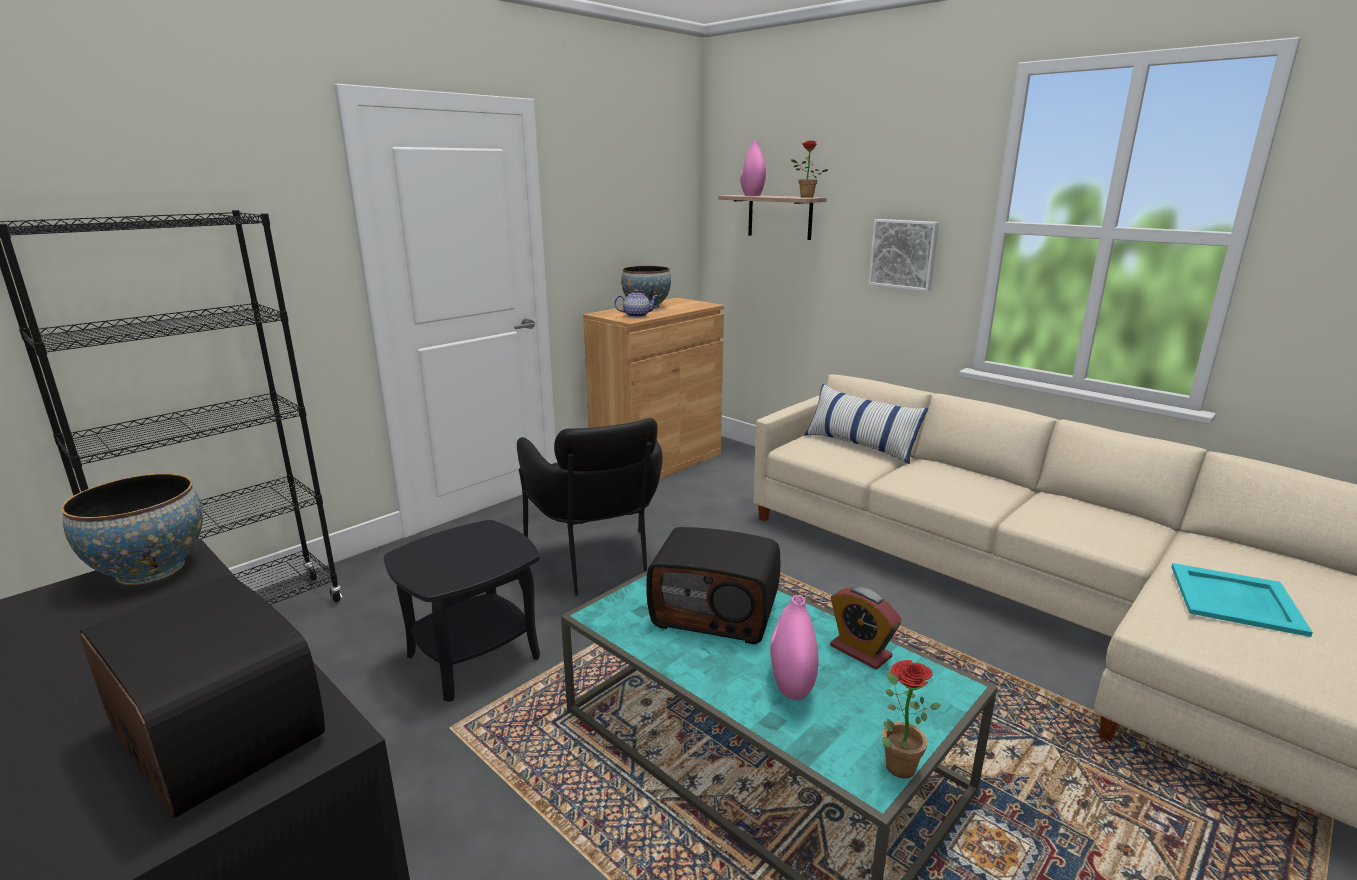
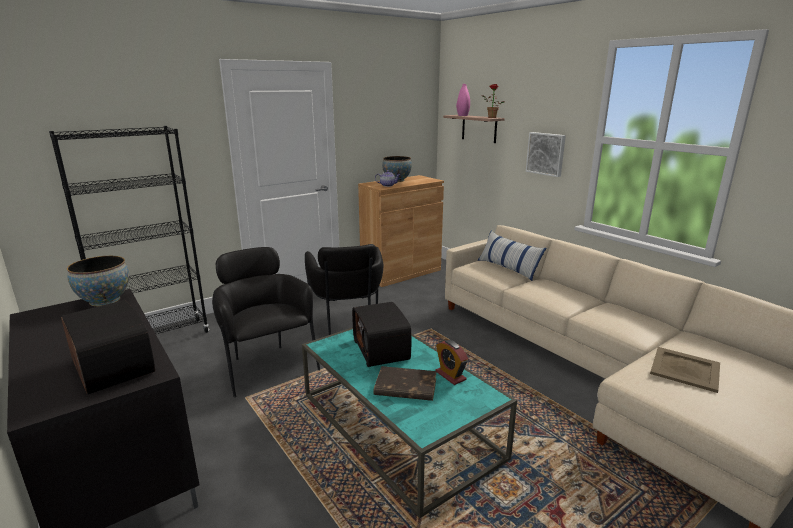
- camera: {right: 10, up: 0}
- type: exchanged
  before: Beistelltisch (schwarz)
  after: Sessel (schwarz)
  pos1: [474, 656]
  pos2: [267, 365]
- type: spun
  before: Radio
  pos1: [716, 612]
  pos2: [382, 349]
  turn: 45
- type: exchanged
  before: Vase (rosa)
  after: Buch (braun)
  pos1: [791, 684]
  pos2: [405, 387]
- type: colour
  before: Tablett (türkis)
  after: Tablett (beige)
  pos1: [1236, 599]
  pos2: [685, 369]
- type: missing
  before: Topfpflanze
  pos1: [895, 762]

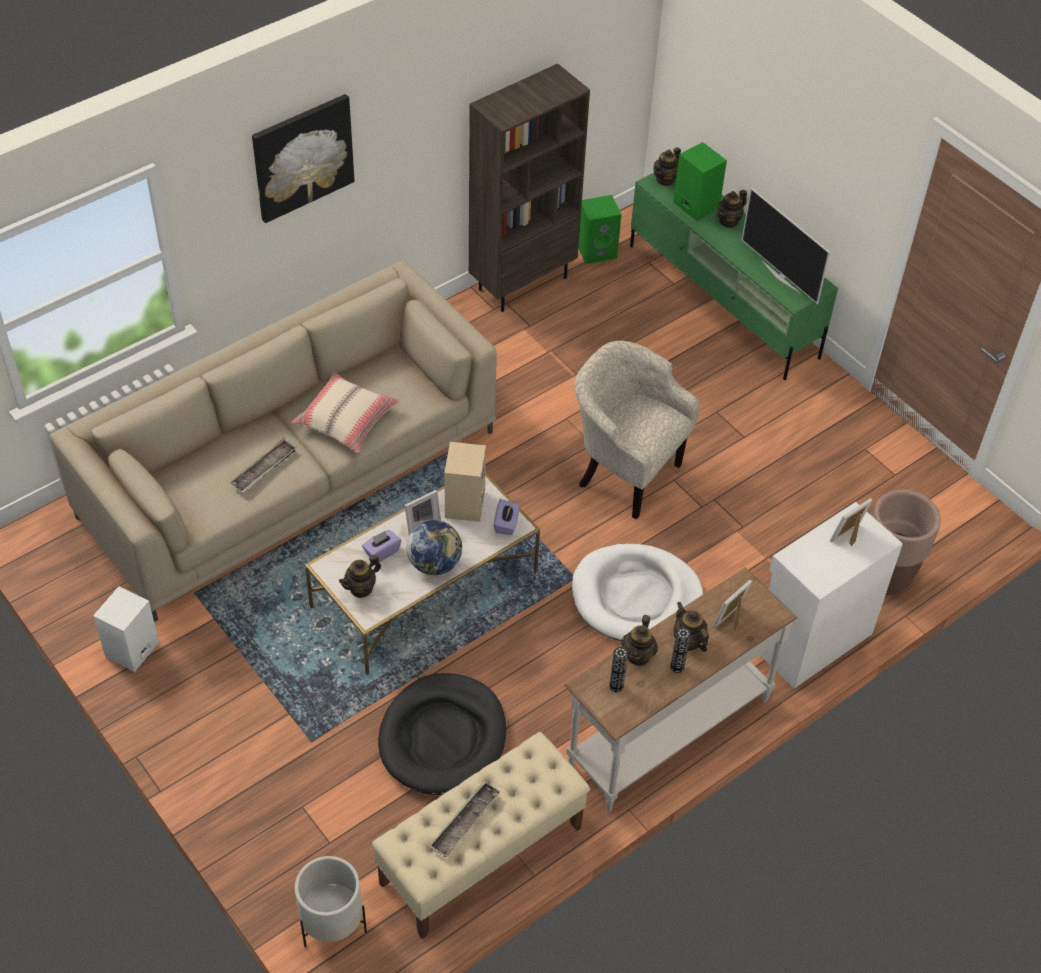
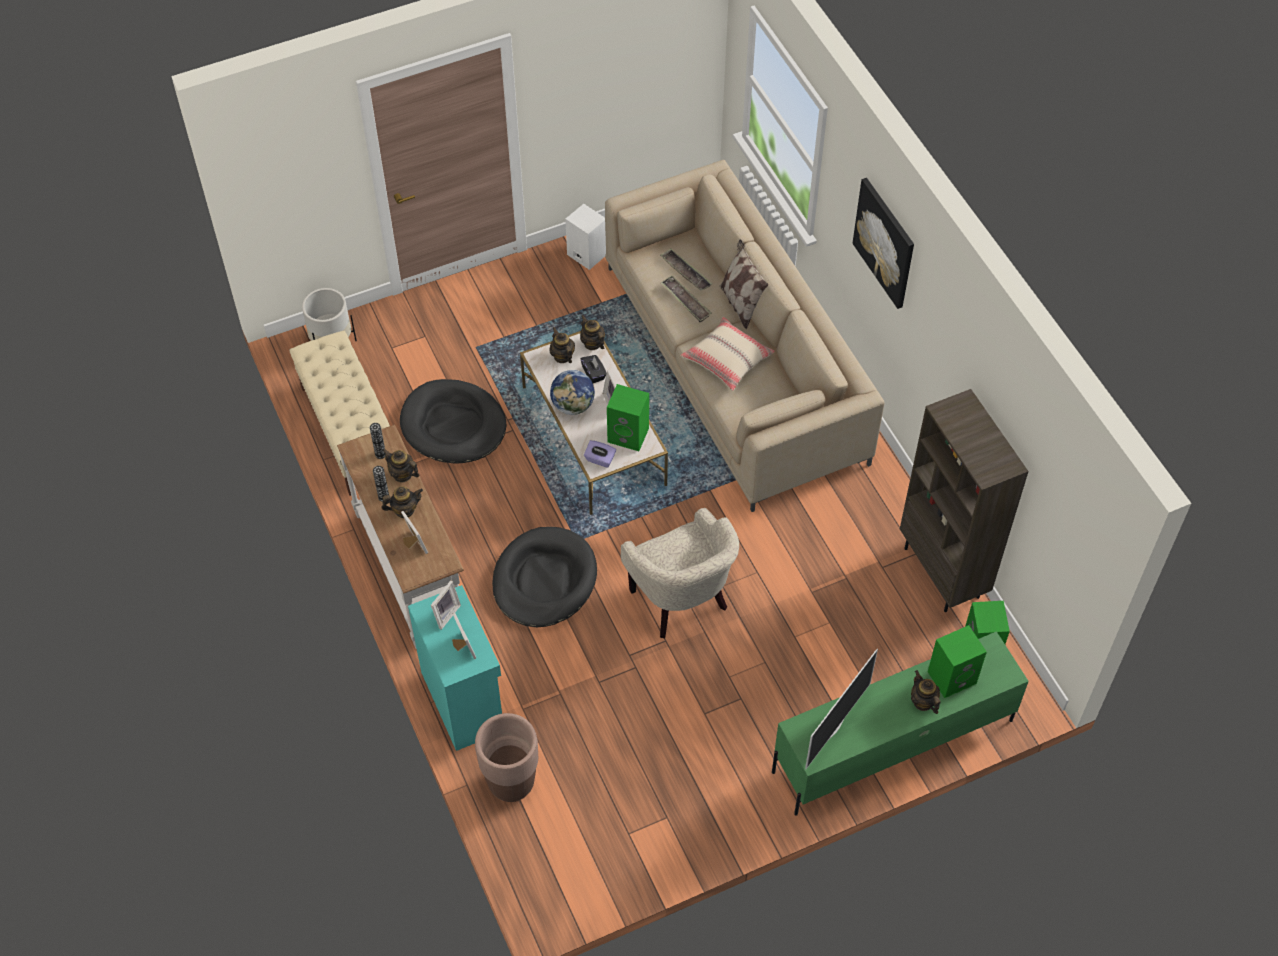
- camera: {right: 105, up: 5}
- type: colour
  before: Schrank (weiß)
  after: Schrank (türkis)
  pos1: [811, 640]
  pos2: [463, 700]
- type: appeared
  after: Bilderrahmen
  pos2: [445, 614]
- type: colour
  before: Hundebett (weiß)
  after: Hundebett (schwarz)
  pos1: [636, 598]
  pos2: [544, 580]
- type: relocated
  before: Teekanne
  pos1: [665, 179]
  pos2: [592, 343]
- type: colour
  before: Taschentuchbox (lila)
  after: Taschentuchbox (schwarz)
  pos1: [382, 552]
  pos2: [594, 374]
- type: colour
  before: Lautsprecher (beige)
  after: Lautsprecher (grün)
  pos1: [464, 503]
  pos2: [629, 435]
- type: spun
  before: Sessel (beige)
  pos1: [624, 473]
  pos2: [682, 603]
  turn: 105
- type: relocated
  before: Tablett
  pos1: [465, 822]
  pos2: [686, 272]
- type: appeared
  after: Kissen
  pos2: [741, 303]
- type: spun
  before: Fernseher
  pos1: [781, 276]
  pos2: [832, 727]
  turn: 150

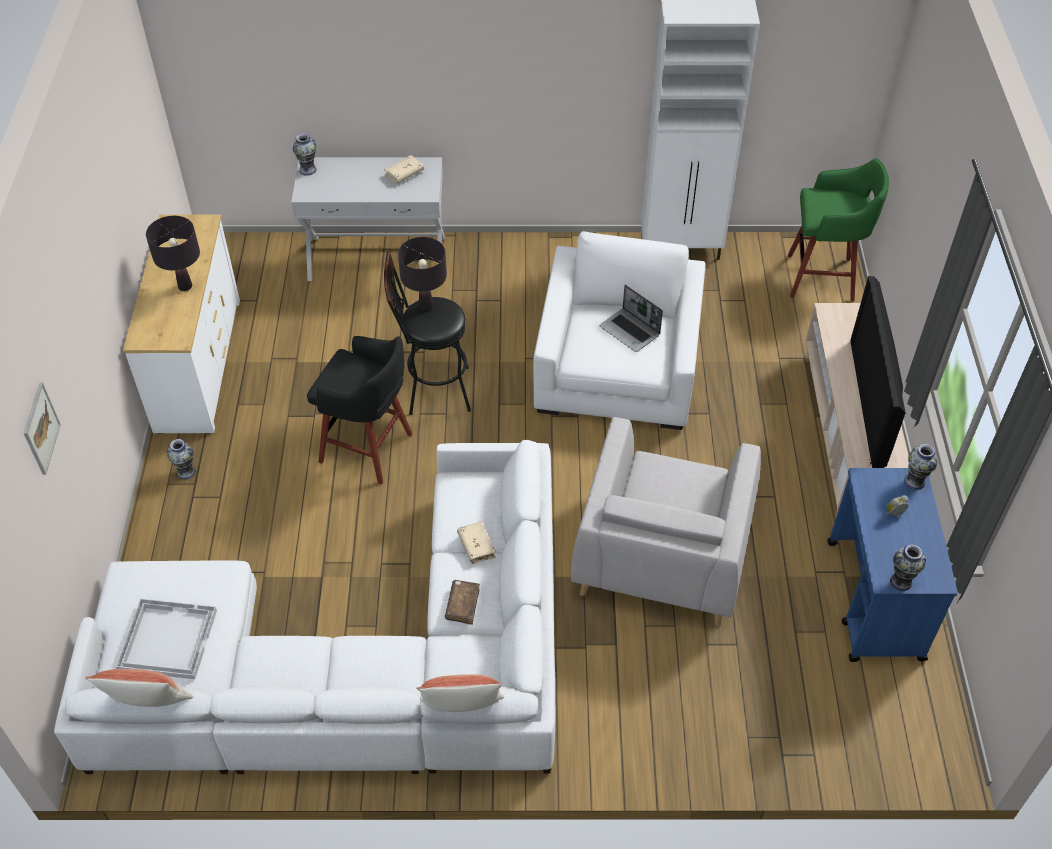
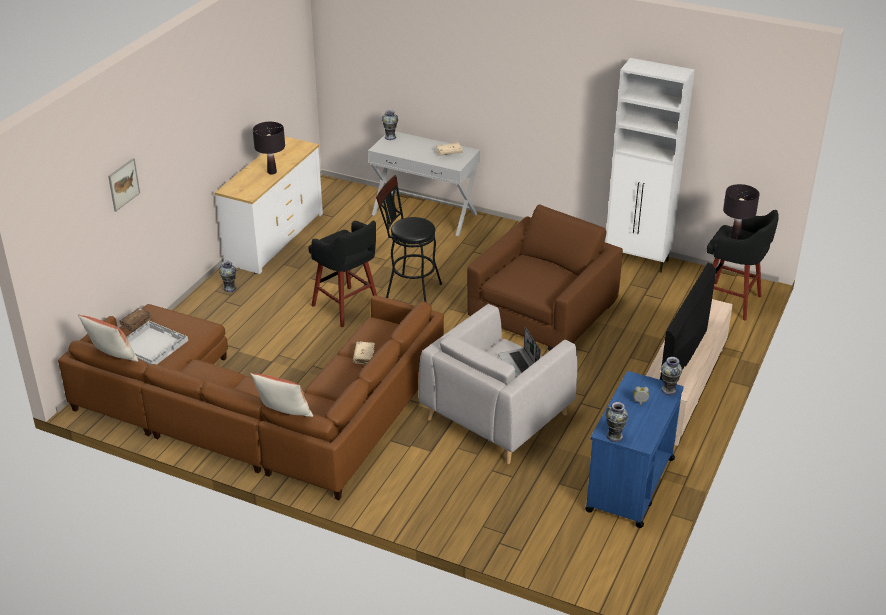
- camera: {right: 25, up: -15}
- type: colour
  before: Sofa (weiß)
  after: Sofa (braun)
  pos1: [353, 664]
  pos2: [259, 409]
- type: relocated
  before: Buch (braun)
  pos1: [462, 605]
  pos2: [136, 322]
- type: colour
  before: Sessel (weiß)
  after: Sessel (braun)
  pos1: [618, 367]
  pos2: [543, 311]
- type: relocated
  before: Laptop
  pos1: [630, 331]
  pos2: [519, 364]
- type: colour
  before: Hocker (grün)
  after: Hocker (schwarz)
  pos1: [823, 278]
  pos2: [732, 302]
- type: relocated
  before: Tischlampe (schwarz)
  pos1: [426, 306]
  pos2: [735, 237]

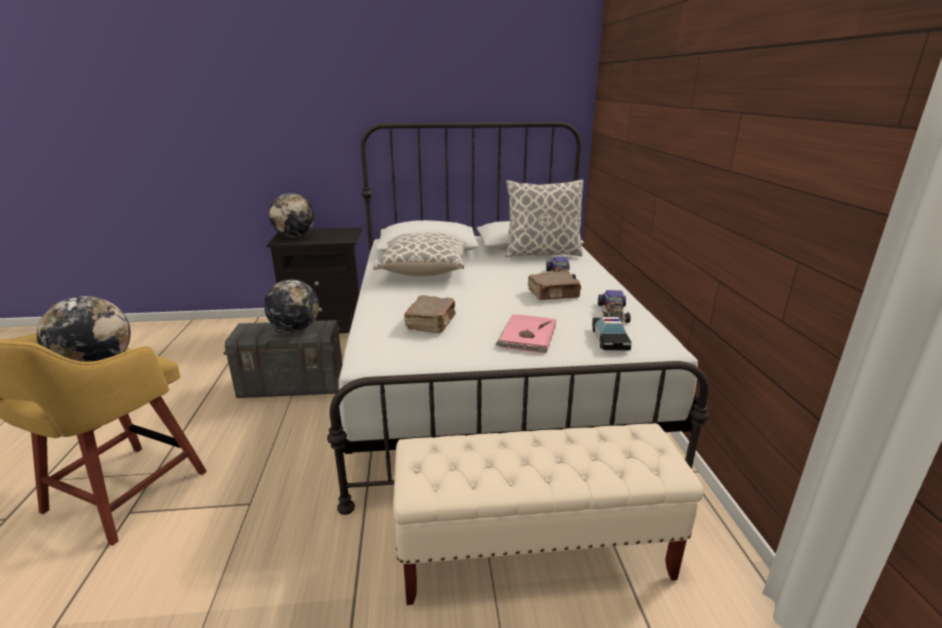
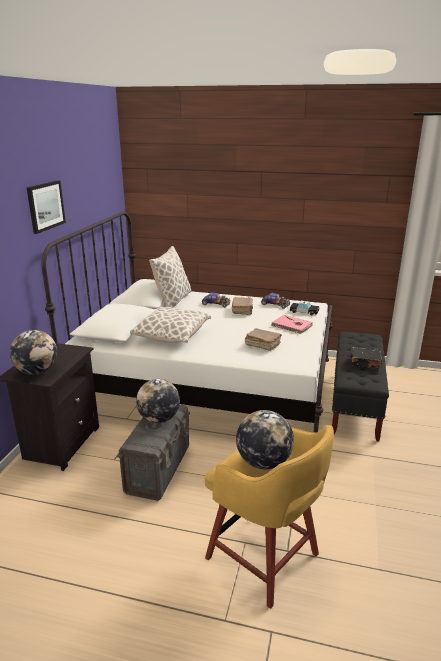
- camera: {right: -70, up: 0}
- type: appeared
  after: Bild
  pos2: [45, 206]
- type: colour
  before: Bank (beige)
  after: Bank (schwarz)
  pos1: [535, 551]
  pos2: [355, 404]
- type: appeared
  after: Buch (schwarz)
  pos2: [365, 363]

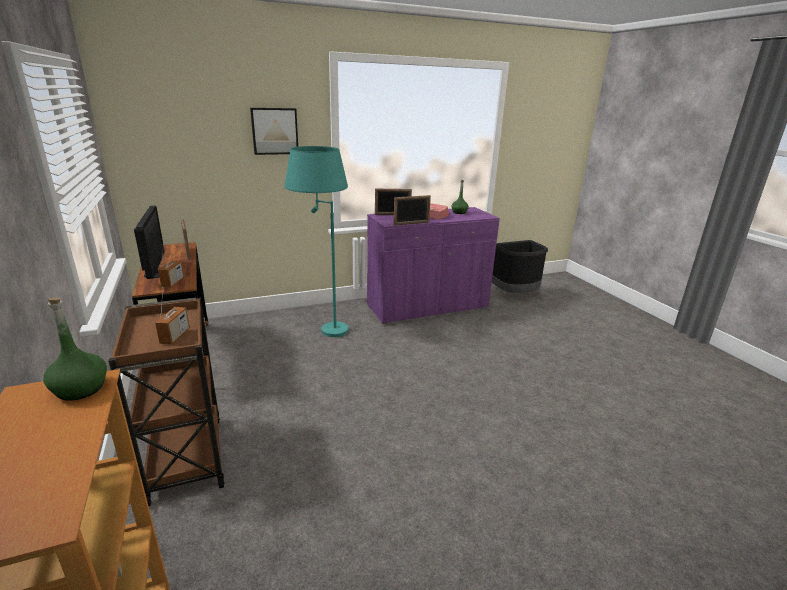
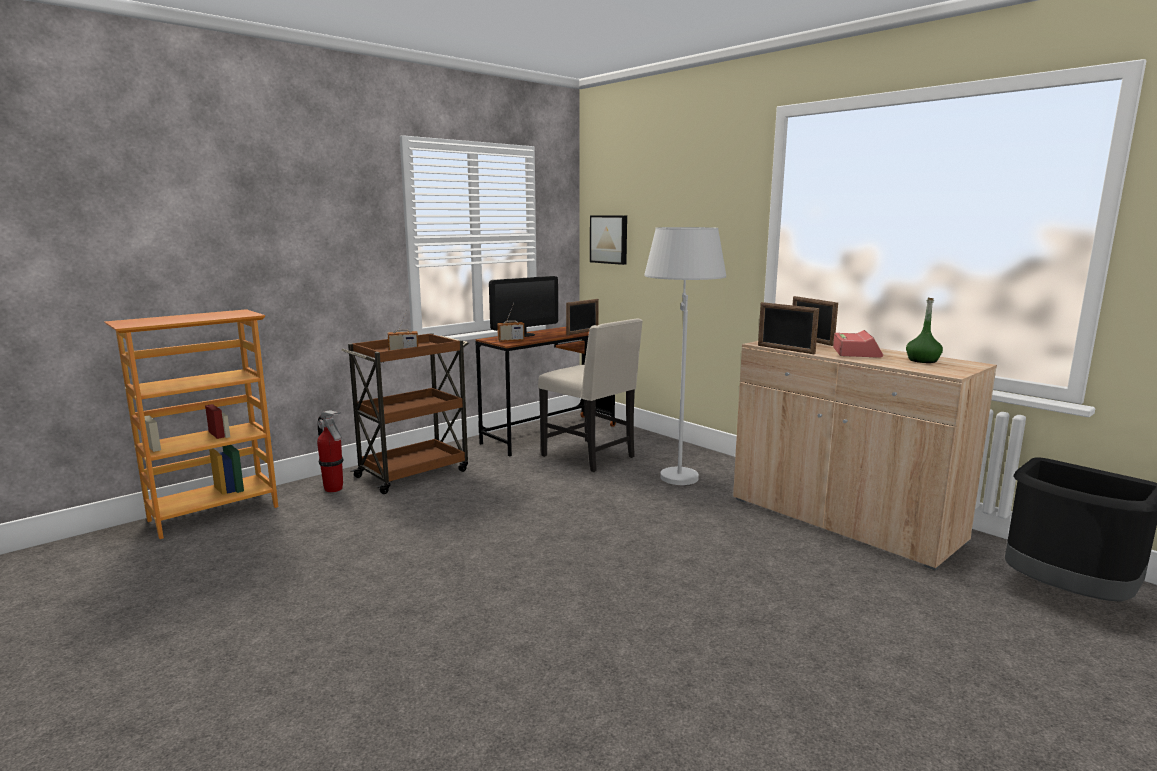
- camera: {right: 70, up: -10}
- type: appeared
  after: Feuerlöscher
  pos2: [334, 489]
- type: appeared
  after: Stuhl (beige)
  pos2: [590, 456]
- type: relocated
  before: Bild
  pos1: [274, 131]
  pos2: [609, 239]
- type: colour
  before: Stehlampe (türkis)
  after: Stehlampe (weiß)
  pos1: [322, 327]
  pos2: [677, 470]
- type: colour
  before: Schrank (lila)
  after: Schrank (beige)
  pos1: [427, 307]
  pos2: [842, 520]
- type: missing
  before: Flasche (grün)
  pos1: [81, 389]

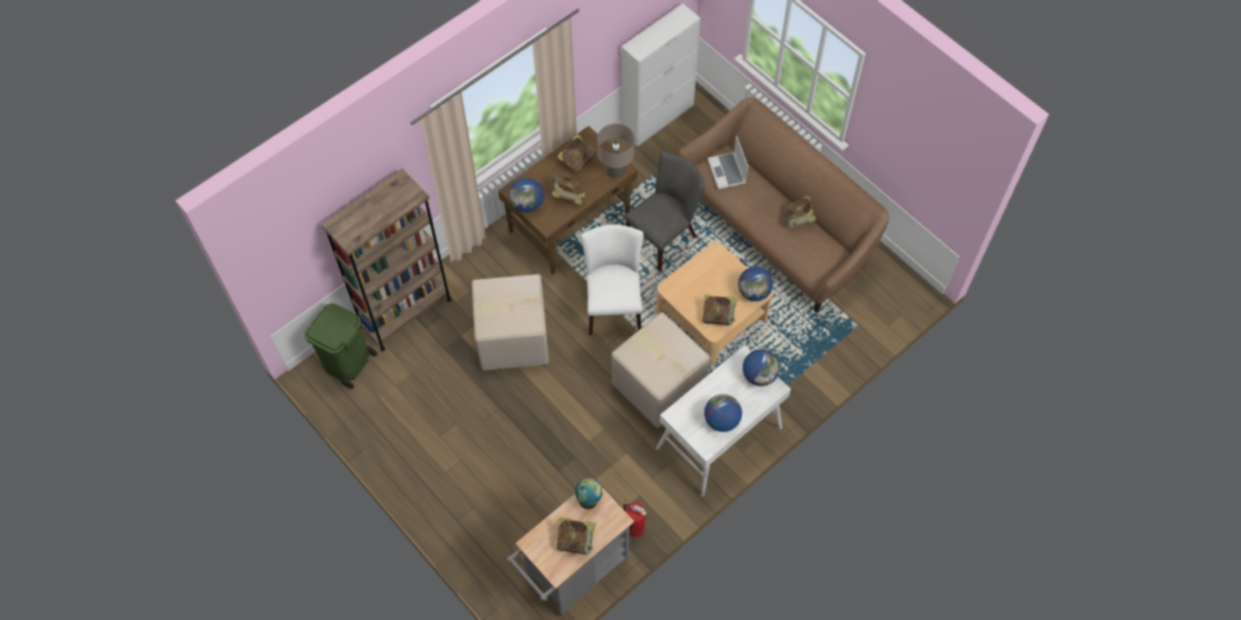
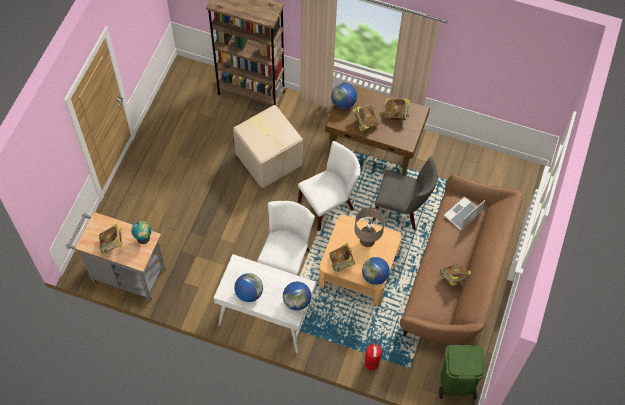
- camera: {right: 60, up: 0}
- type: exchanged
  before: Karton
  after: Stuhl (weiß)
  pos1: [658, 383]
  pos2: [286, 260]
- type: relocated
  before: Tischlampe (beige)
  pos1: [616, 170]
  pos2: [367, 240]
- type: relocated
  before: Feuerlöscher
  pos1: [633, 527]
  pos2: [371, 362]
- type: relocated
  before: Mülleimer (grün)
  pos1: [347, 364]
  pos2: [456, 383]
- type: missing
  before: Schrank (weiß)
  pos1: [658, 118]

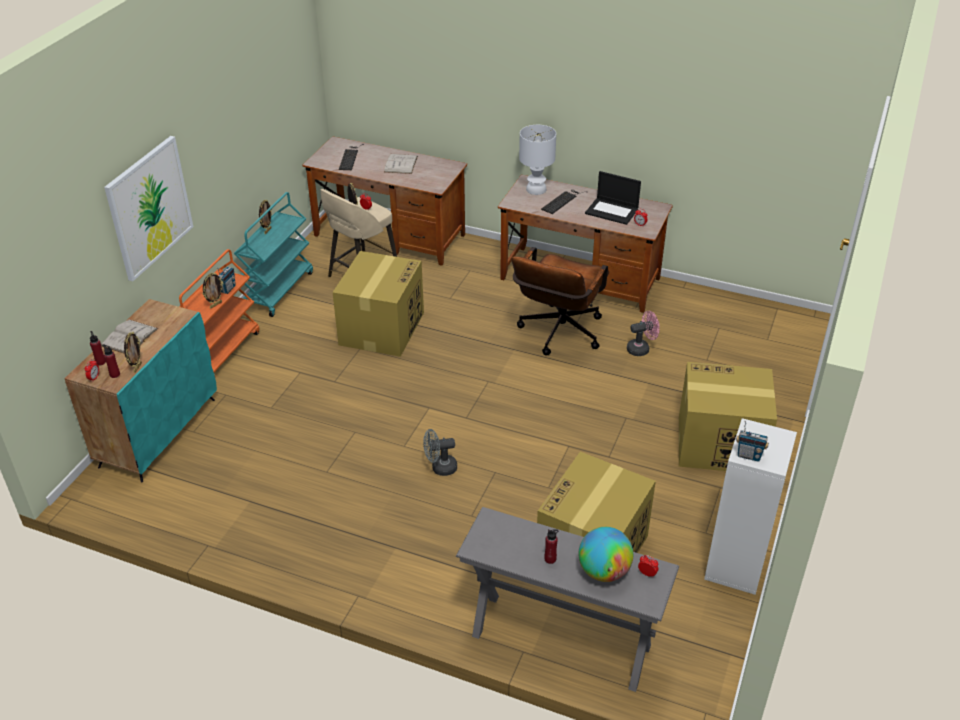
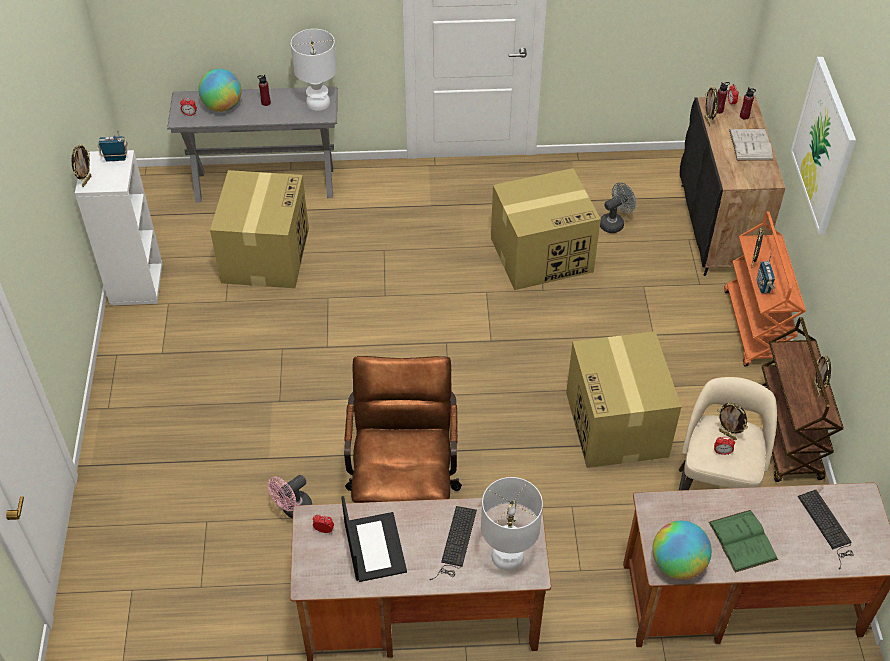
- camera: {right: 155, up: 10}
- type: appeared
  after: Bilderrahmen
  pos2: [86, 181]
- type: appeared
  after: Tischlampe (weiß)
  pos2: [318, 102]
- type: spun
  before: Laptop
  pos1: [612, 211]
  pos2: [374, 546]
  turn: 75
- type: relocated
  before: Karton
  pos1: [718, 444]
  pos2: [542, 254]
- type: relocated
  before: Ventilator (grau)
  pos1: [440, 468]
  pos2: [614, 223]
- type: appeared
  after: Globus
  pos2: [677, 564]
- type: colour
  before: Schrank (türkis)
  after: Schrank (schwarz)
  pos1: [158, 432]
  pos2: [718, 228]
- type: colour
  before: Buch (weiß)
  after: Buch (grün)
  pos1: [401, 164]
  pos2: [742, 540]
- type: colour
  before: Rollwagen (türkis)
  after: Rollwagen (braun)
  pos1: [278, 290]
  pos2: [786, 437]

